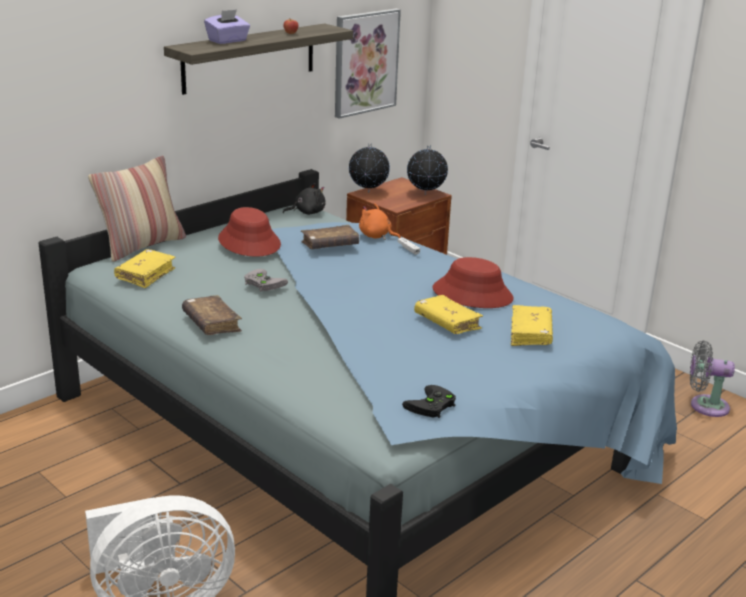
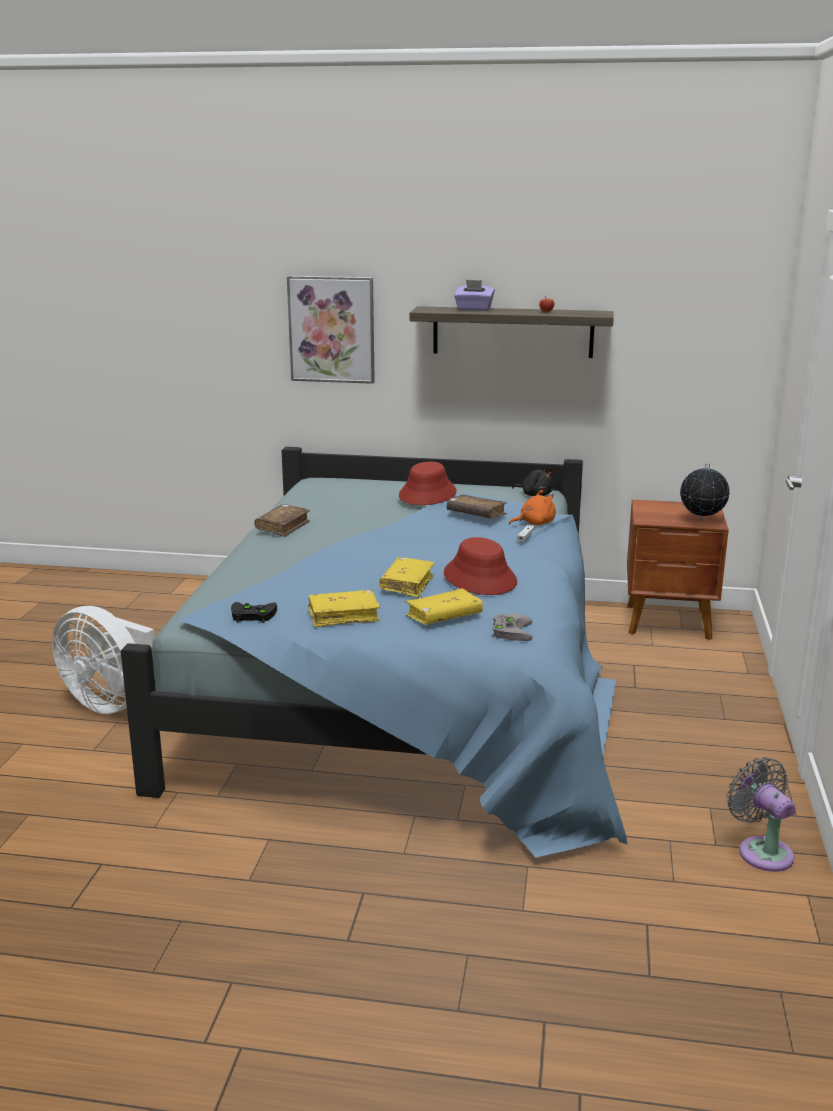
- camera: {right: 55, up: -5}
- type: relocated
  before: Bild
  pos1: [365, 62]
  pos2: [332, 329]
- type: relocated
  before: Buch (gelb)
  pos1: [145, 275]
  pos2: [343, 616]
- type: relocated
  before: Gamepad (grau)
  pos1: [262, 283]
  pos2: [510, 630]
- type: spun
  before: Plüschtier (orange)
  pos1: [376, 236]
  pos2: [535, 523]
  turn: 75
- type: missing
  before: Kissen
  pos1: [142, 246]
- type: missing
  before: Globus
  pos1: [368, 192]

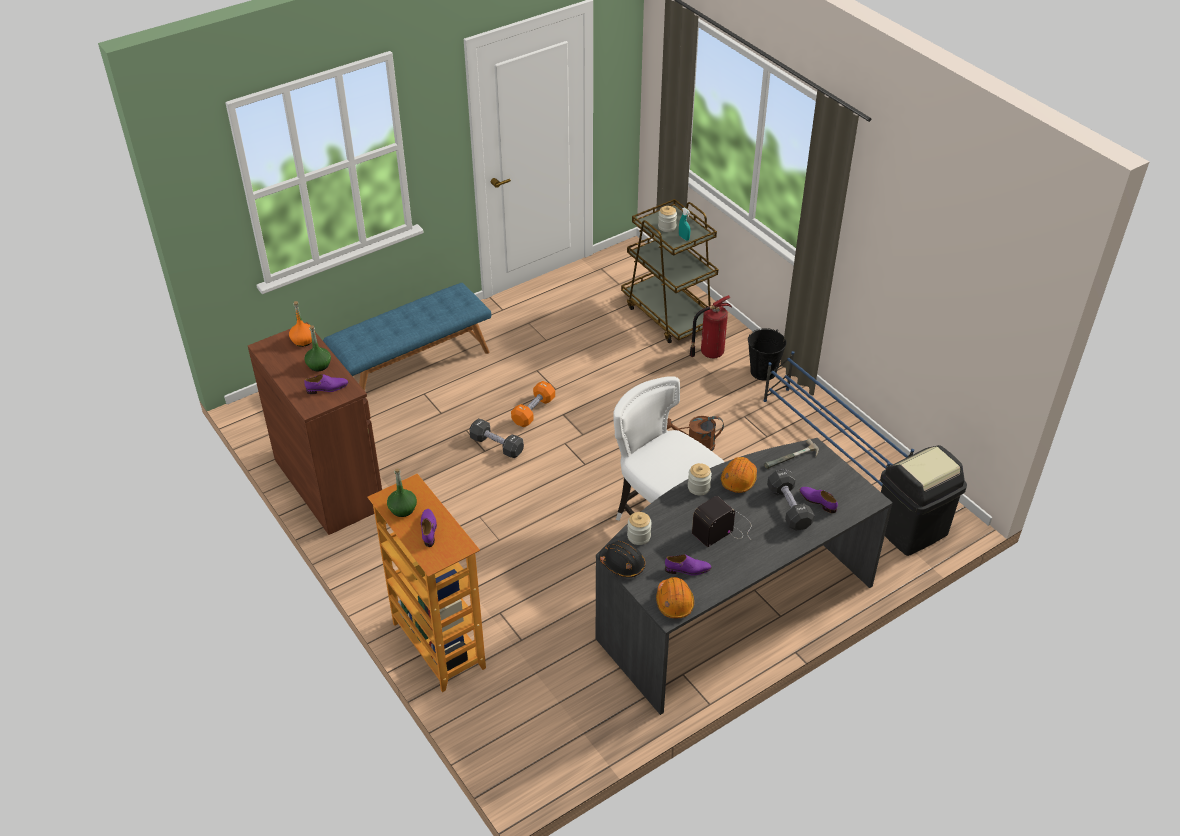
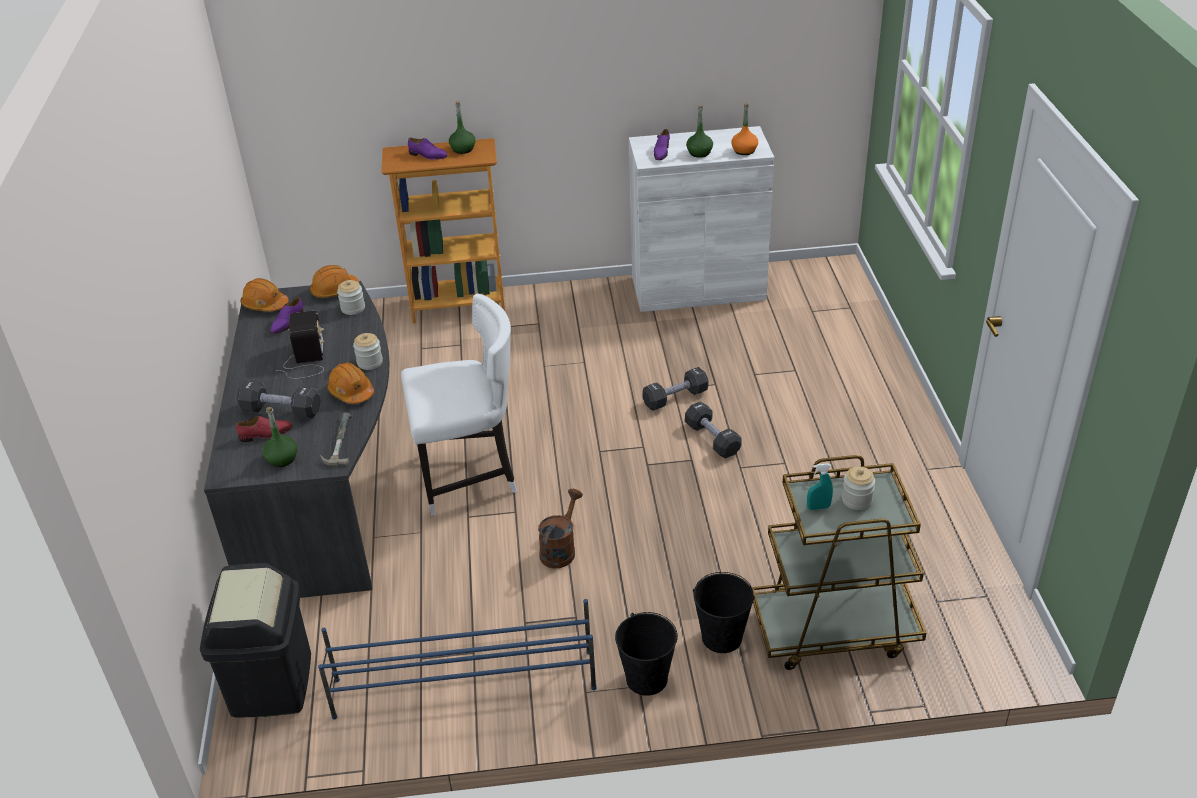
- camera: {right: 120, up: -5}
- type: colour
  before: Schuh (lila)
  after: Schuh (rot)
  pos1: [818, 501]
  pos2: [266, 434]
- type: appeared
  after: Flasche (grün)
  pos2: [282, 458]
- type: colour
  before: Schutzhelm (schwarz)
  after: Schutzhelm (orange)
  pos1: [622, 564]
  pos2: [334, 290]
- type: colour
  before: Schrank (braun)
  after: Schrank (weiß)
  pos1: [329, 484]
  pos2: [698, 288]
- type: colour
  before: Hantel (orange)
  after: Hantel (schwarz)
  pos1: [533, 411]
  pos2: [712, 439]
- type: exchanged
  before: Feuerlöscher
  after: Eimer (schwarz)
  pos1: [710, 353]
  pos2: [722, 637]
- type: missing
  before: Bank (blau)
  pos1: [412, 366]

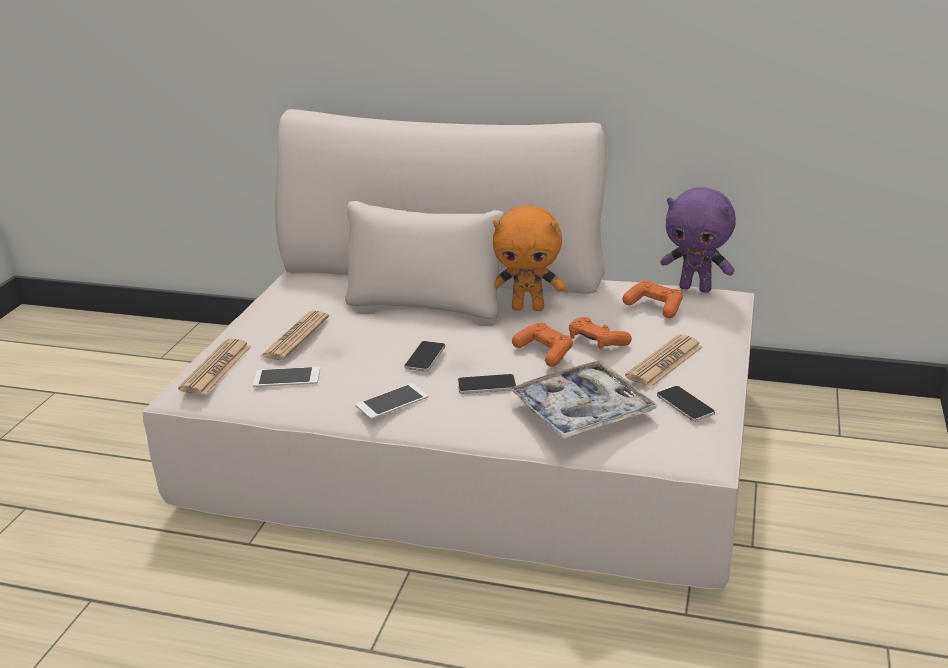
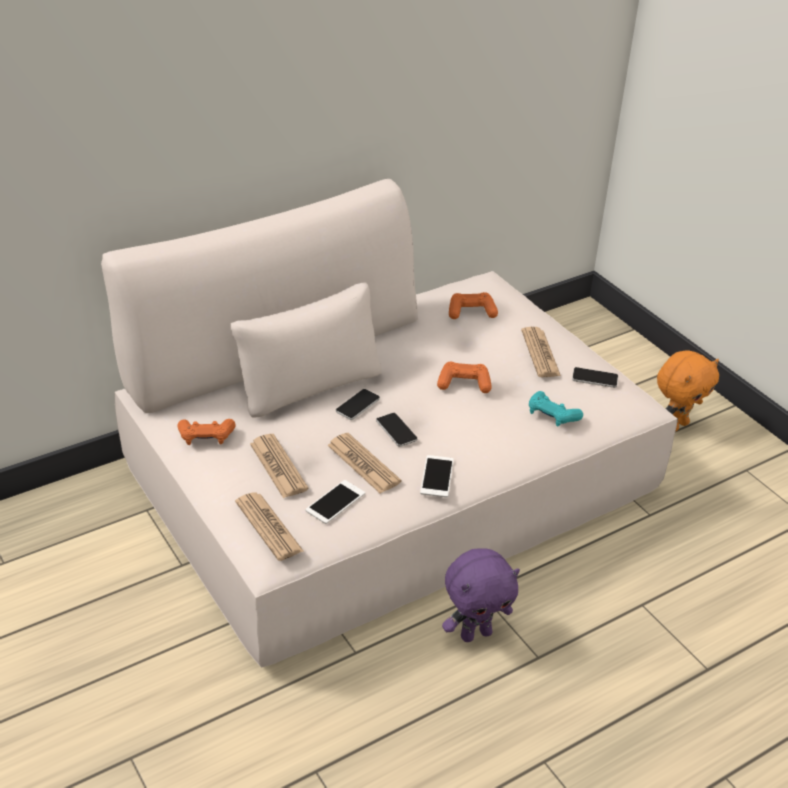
- camera: {right: -50, up: 10}
- type: relocated
  before: Gamepad (orange)
  pos1: [596, 341]
  pos2: [206, 437]
- type: appeared
  after: Zeitung
  pos2: [363, 464]
- type: relocated
  before: Handy
  pos1: [486, 385]
  pos2: [357, 405]
- type: relocated
  before: Plüschtier (lila)
  pos1: [696, 288]
  pos2: [475, 633]
- type: exchanged
  before: Tablett
  after: Gamepad (türkis)
  pos1: [581, 411]
  pos2: [552, 415]
- type: relocated
  before: Plüschtier (orange)
  pos1: [528, 308]
  pos2: [676, 425]

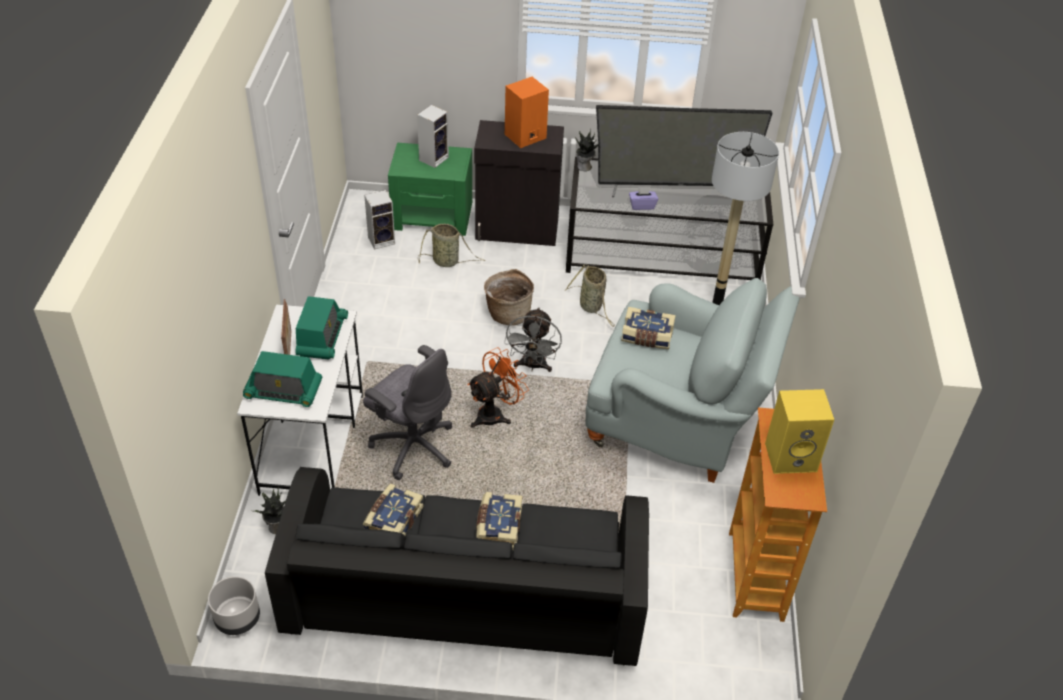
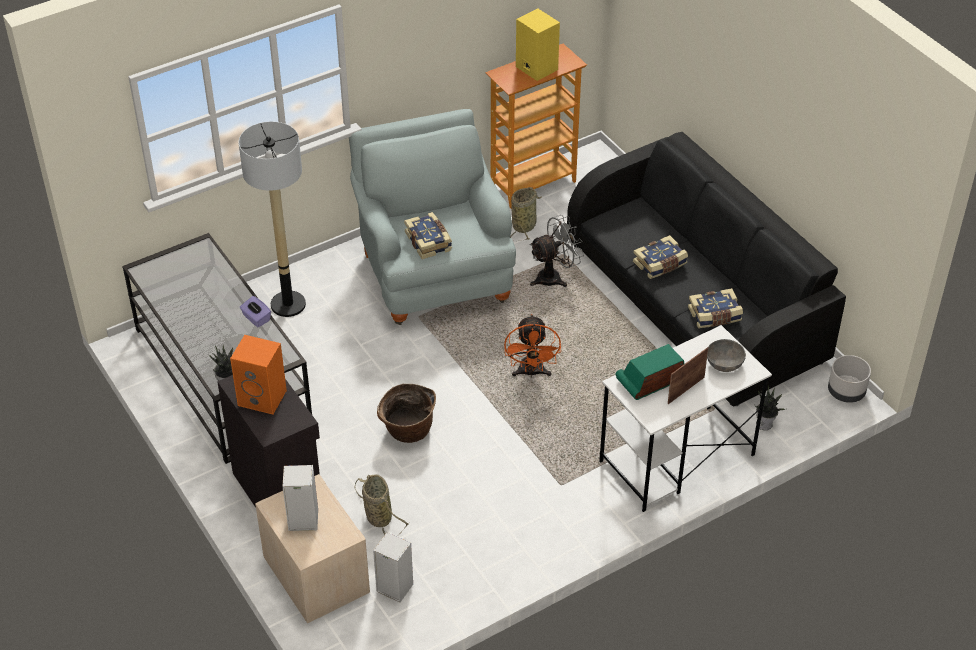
- camera: {right: -125, up: 0}
- type: colour
  before: Nachttisch (grün)
  after: Nachttisch (beige)
  pos1: [433, 215]
  pos2: [316, 573]
- type: spun
  before: Ventilator (orange)
  pos1: [495, 414]
  pos2: [531, 373]
  turn: -105
- type: relocated
  before: Korb
  pos1: [592, 307]
  pos2: [525, 225]
- type: relocated
  before: Ventilator (grau)
  pos1: [533, 366]
  pos2: [554, 277]
- type: exchanged
  before: Radio
  after: Schüssel (grau)
  pos1: [283, 391]
  pos2: [724, 364]
- type: missing
  before: Bürostuhl (grau)
  pos1: [413, 446]
- type: missing
  before: Fernseher
  pos1: [673, 188]

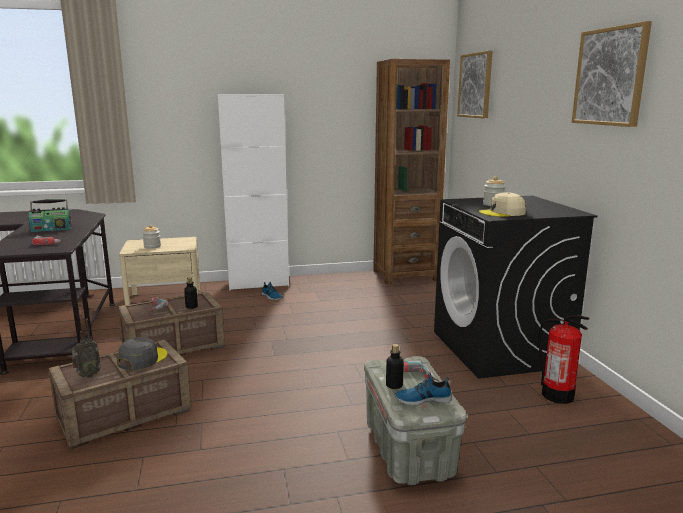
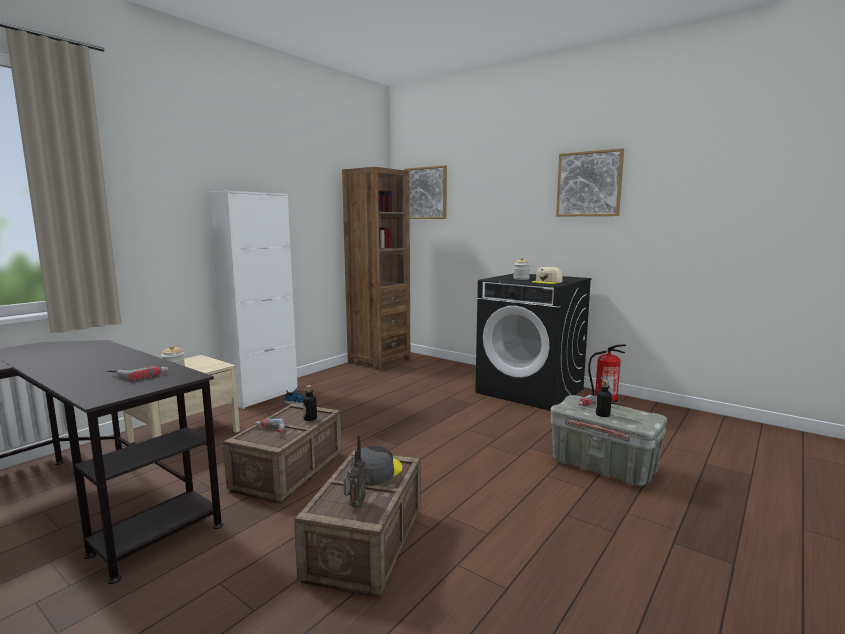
- camera: {right: -40, up: -5}
- type: spun
  before: Kappe (grau)
  pos1: [142, 359]
  pos2: [376, 471]
  turn: 45
- type: missing
  before: Radio
  pos1: [51, 229]
- type: missing
  before: Schuh
  pos1: [423, 399]

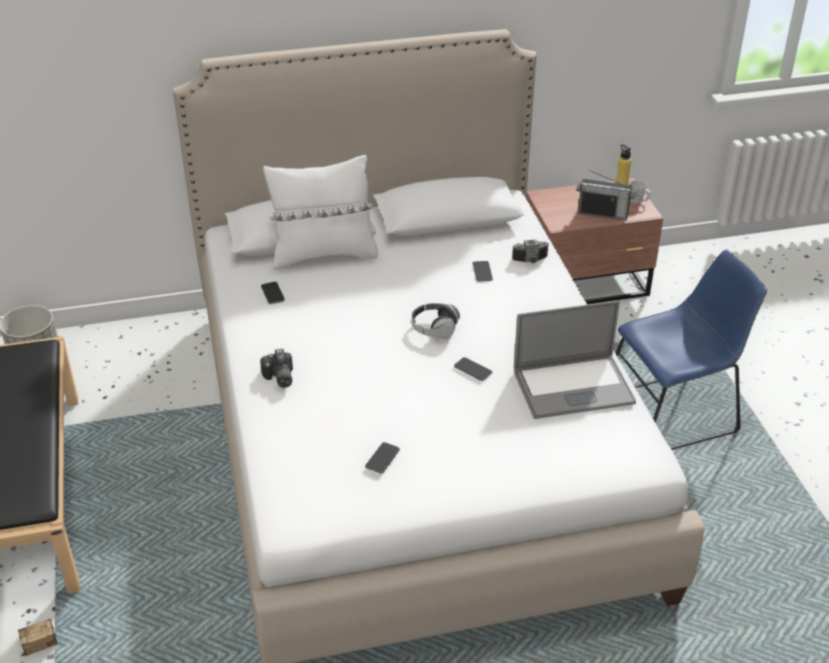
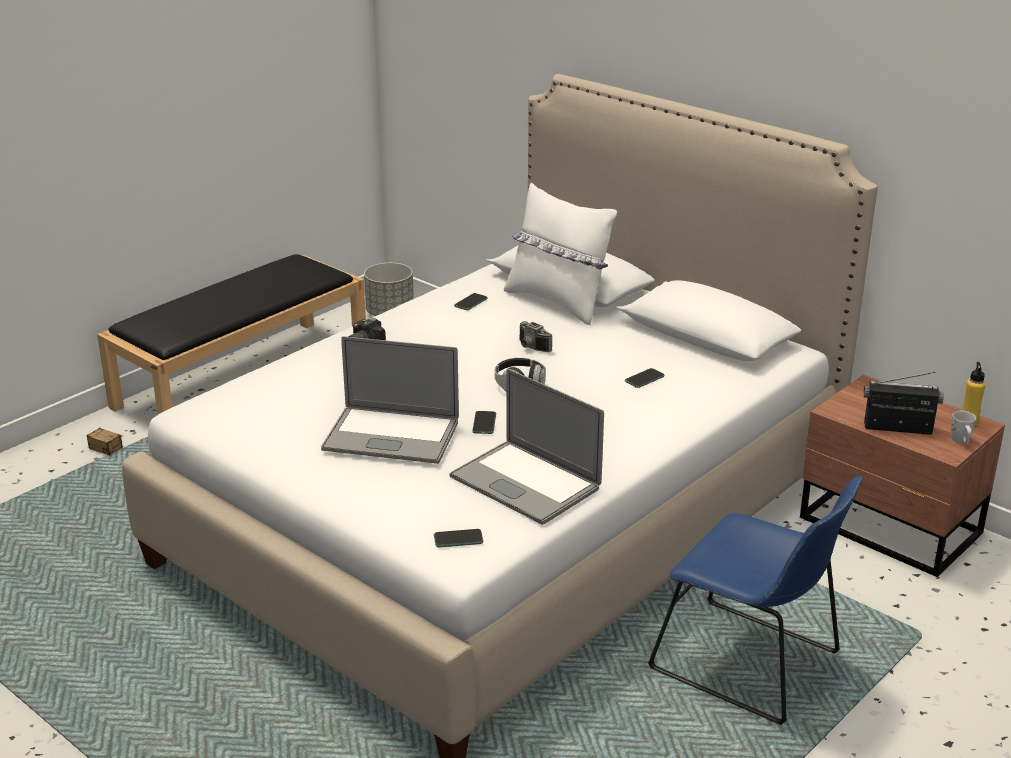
- camera: {right: 55, up: -10}
- type: appeared
  after: Laptop
  pos2: [391, 435]
- type: relocated
  before: Handy
  pos1: [382, 458]
  pos2: [458, 539]
- type: relocated
  before: Kamera
  pos1: [531, 261]
  pos2: [531, 347]
- type: spun
  before: Radio
  pos1: [603, 214]
  pos2: [898, 428]
  turn: 120

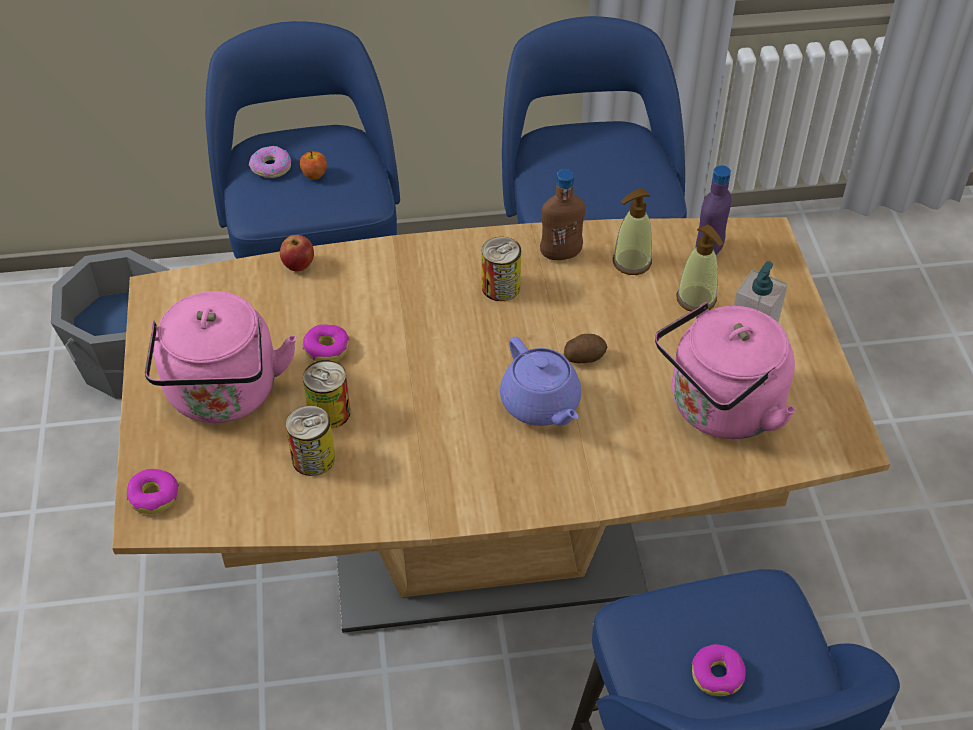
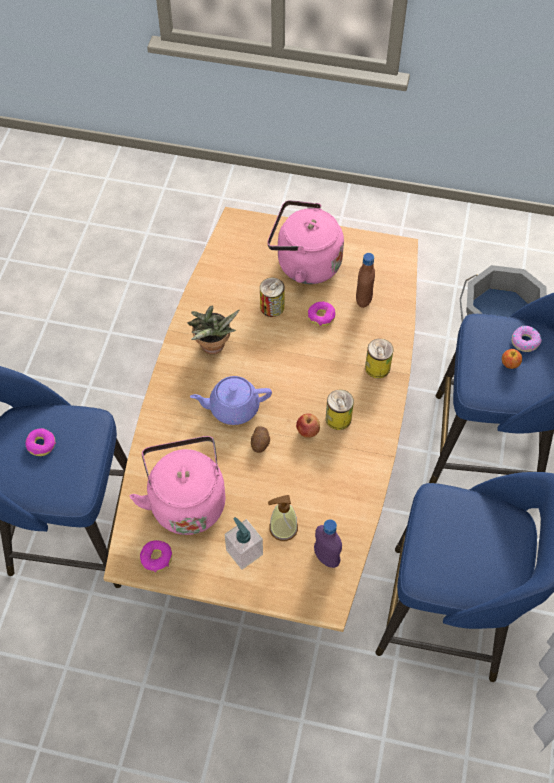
- camera: {right: 110, up: 10}
- type: relocated
  before: Donut
  pos1: [154, 496]
  pos2: [156, 558]
- type: appeared
  after: Topfpflanze
  pos2: [213, 348]
- type: relocated
  before: Apfel
  pos1: [299, 265]
  pos2: [307, 431]
- type: relocated
  before: Flasche (braun)
  pos1: [560, 254]
  pos2: [363, 299]
- type: relocated
  before: Dose
  pos1: [313, 458]
  pos2: [377, 367]
- type: missing
  before: Seifenspender
  pos1: [631, 262]

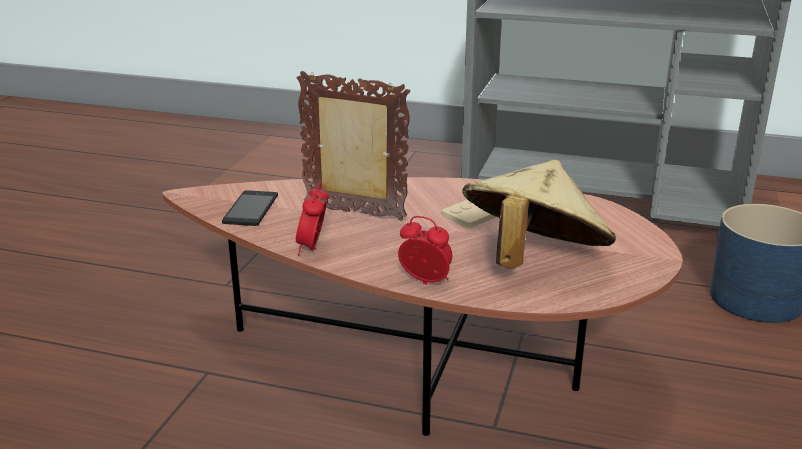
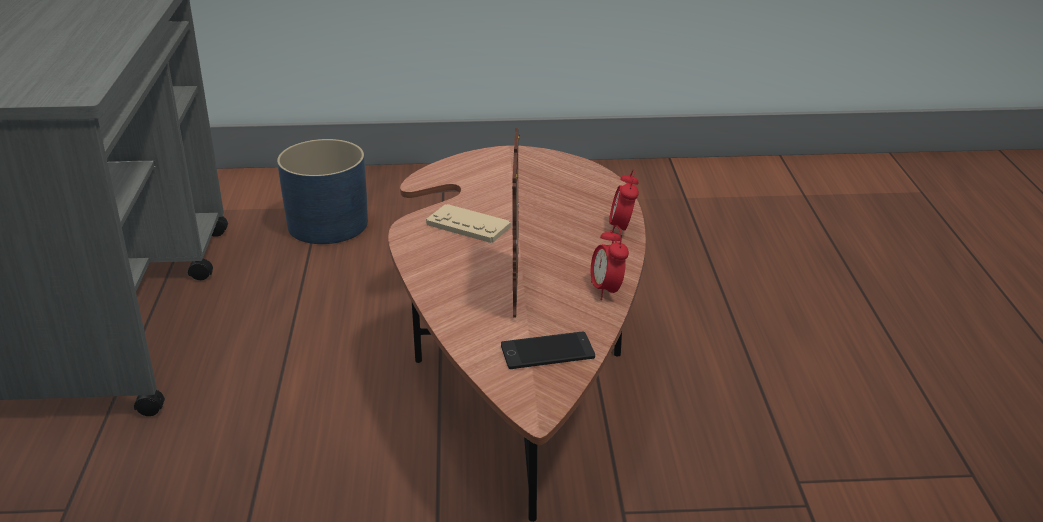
- camera: {right: -110, up: 5}
- type: spun
  before: Wecker
  pos1: [313, 249]
  pos2: [607, 290]
  turn: 90
- type: missing
  before: Hut (beige)
  pos1: [532, 260]

